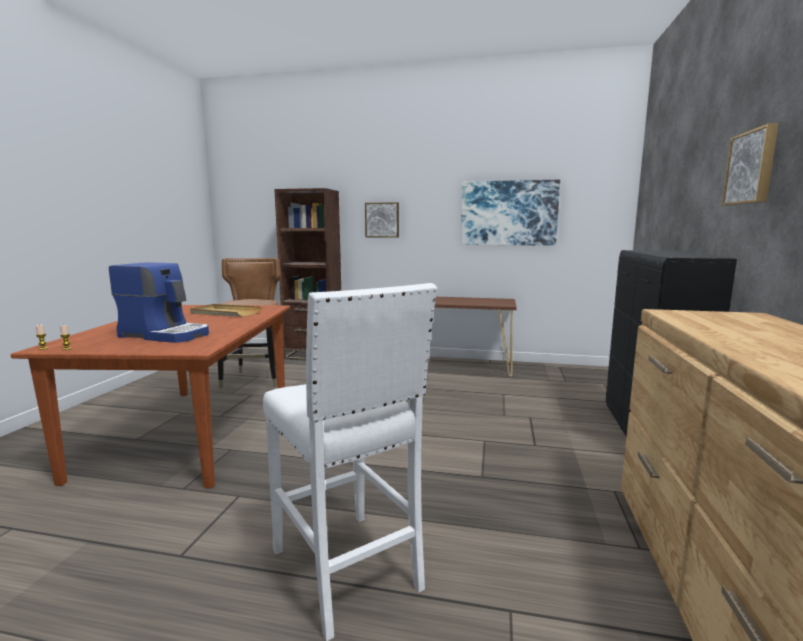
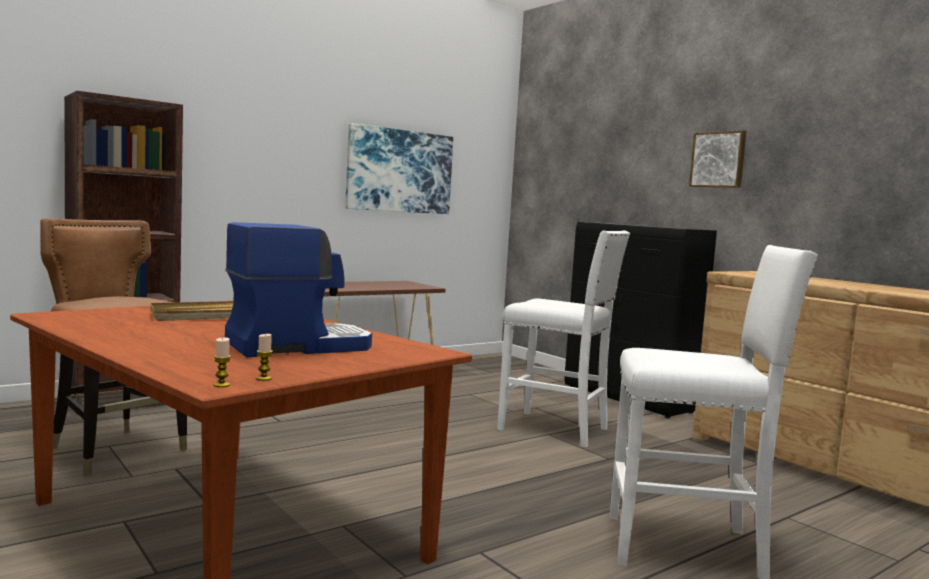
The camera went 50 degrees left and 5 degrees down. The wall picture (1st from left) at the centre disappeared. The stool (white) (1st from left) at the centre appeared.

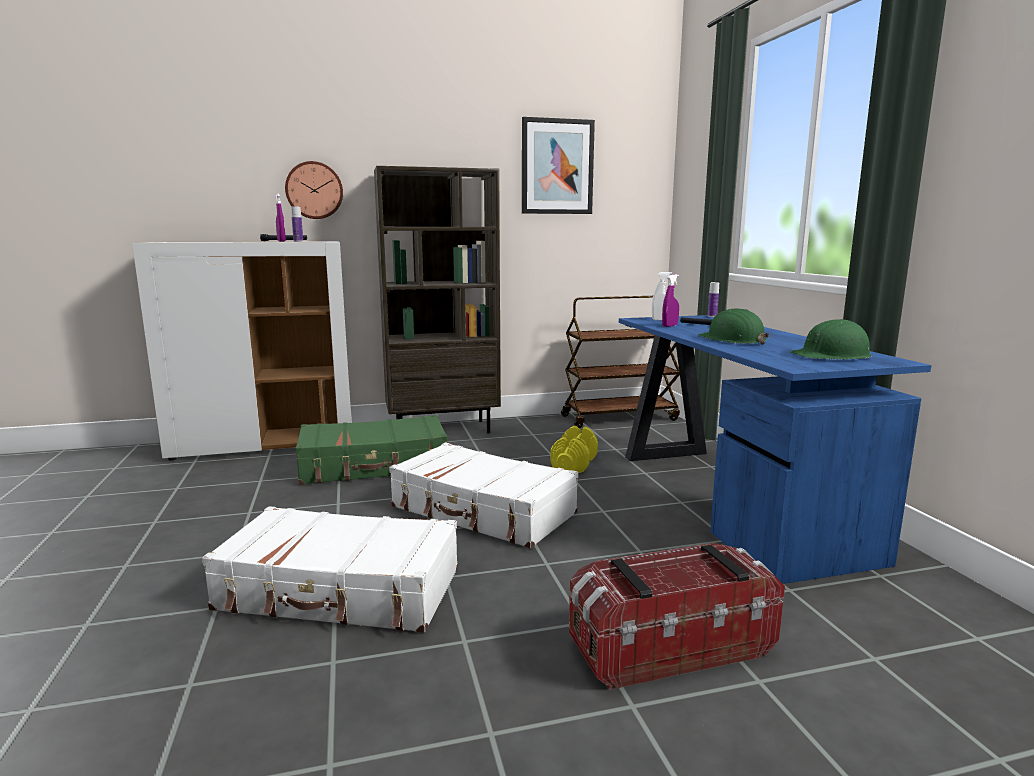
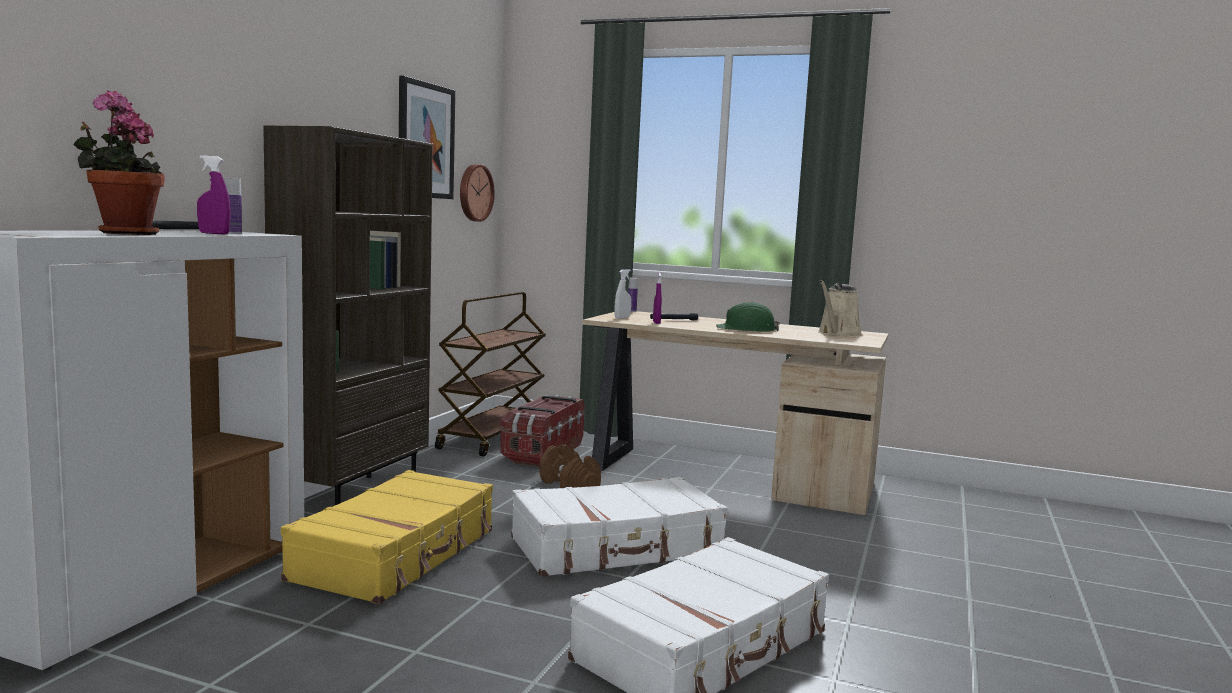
The camera went 55 degrees left and 5 degrees down. The clock on the wall moved from the top left to the top centre. The piece of luggage (green-coloured) at the centre became the piece of luggage (yellow-coloured) at the bottom left. The hand weight (yellow-coloured) at the centre became the hand weight (brownish) at the bottom centre. The storage box moved from the bottom centre to the centre. The desk (blue-coloured) at the middle right became the desk (beige) at the centre. The work helmet (green-coloured) (2nd from left) at the middle right was replaced by the watering can (beige) at the middle right. The potted plant at the top left appeared.

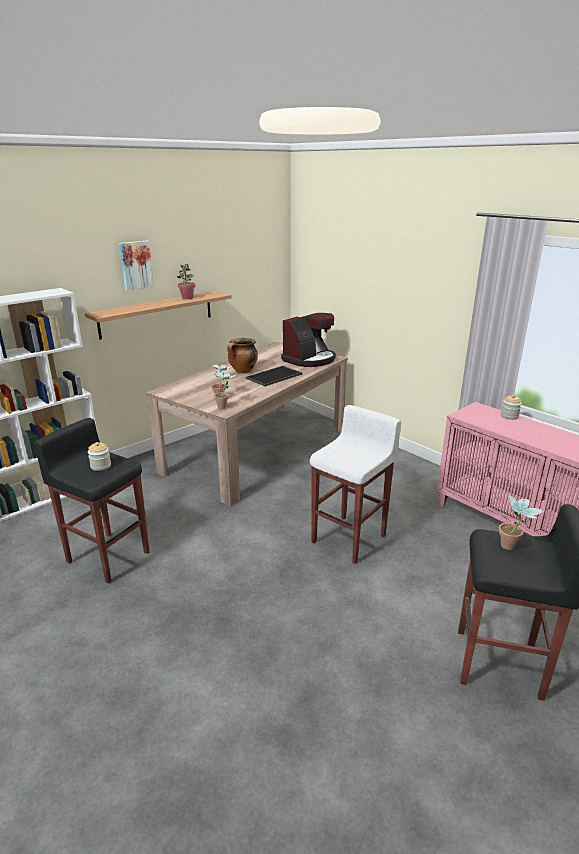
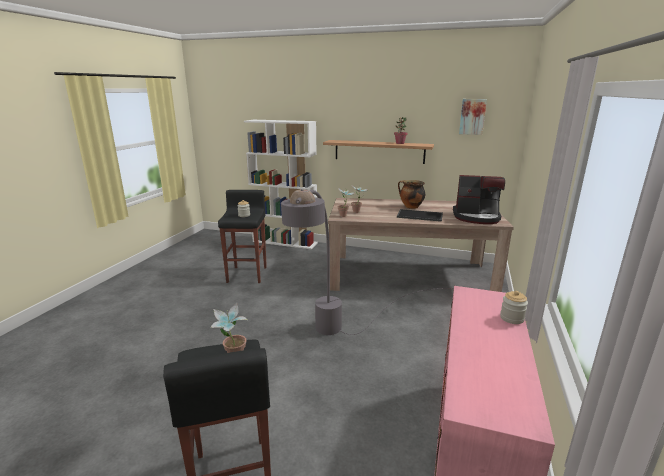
The camera went 60 degrees right and 5 degrees down. The wall picture moved from the top left to the top right. The stool (white) at the centre was replaced by the floor lamp (greyish) at the centre.

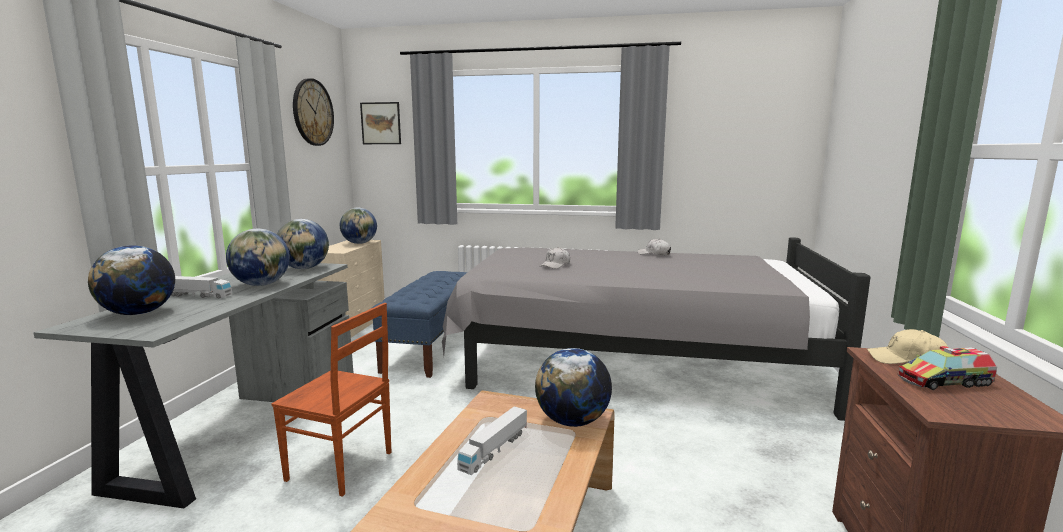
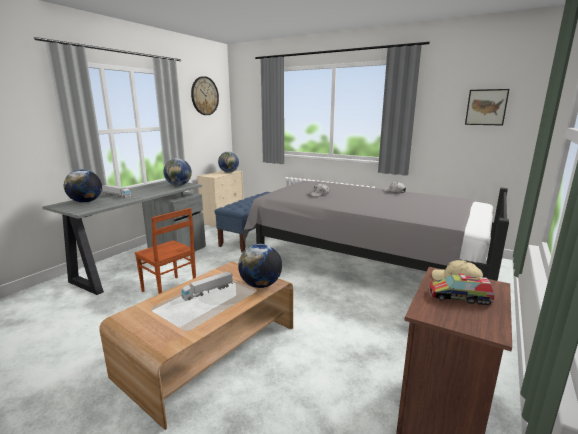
The camera went 20 degrees right and 5 degrees up. The world globe (2nd from left) at the middle left disappeared. The wall picture moved from the top centre to the top right.

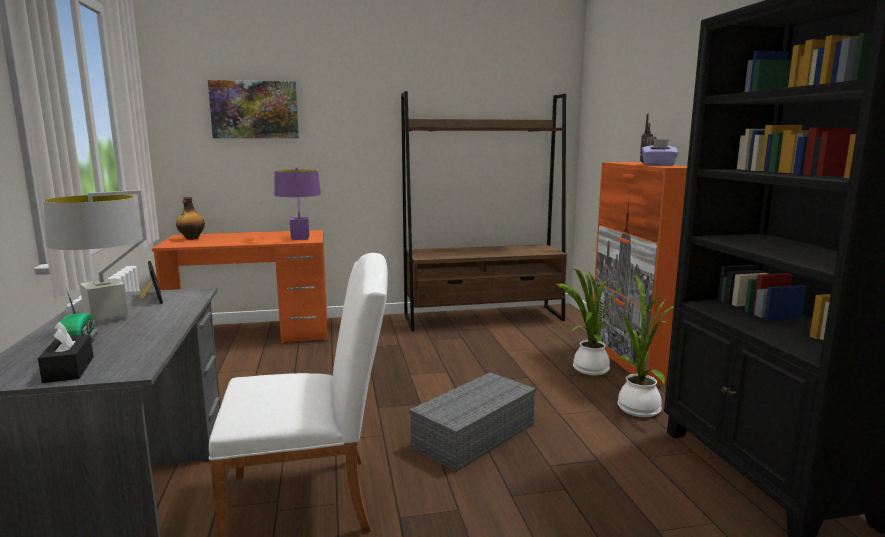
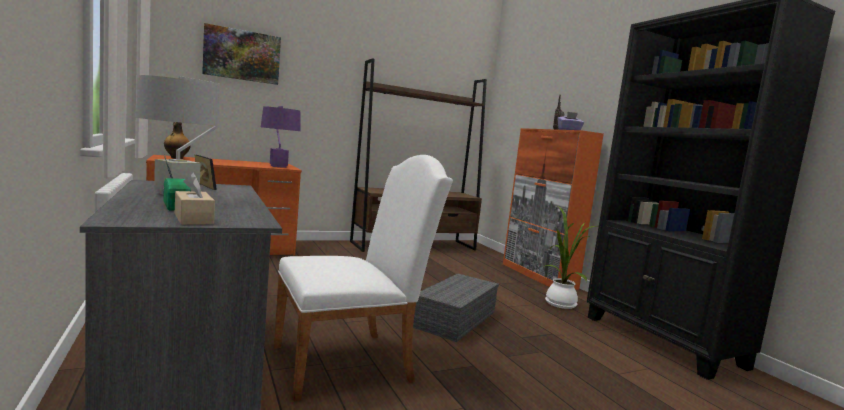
The camera went 15 degrees left and 5 degrees down. The tissue box (blackish) at the middle left became the tissue box (beige) at the middle left. The potted plant (1st from left) at the centre disappeared.

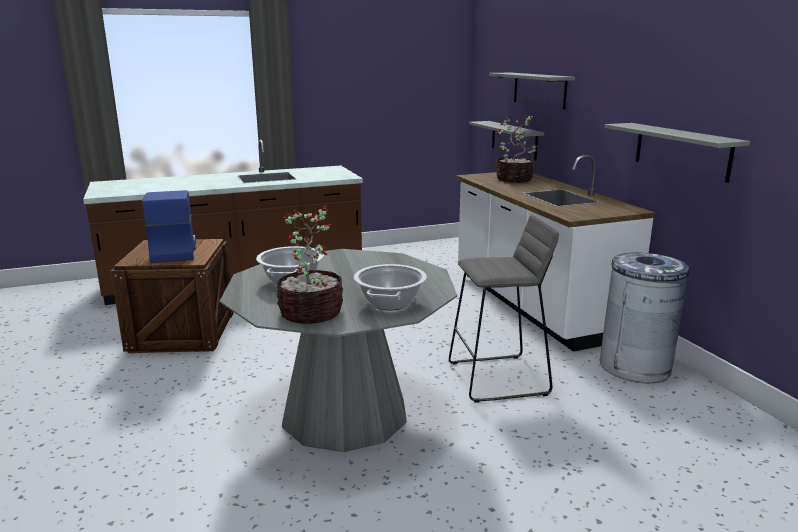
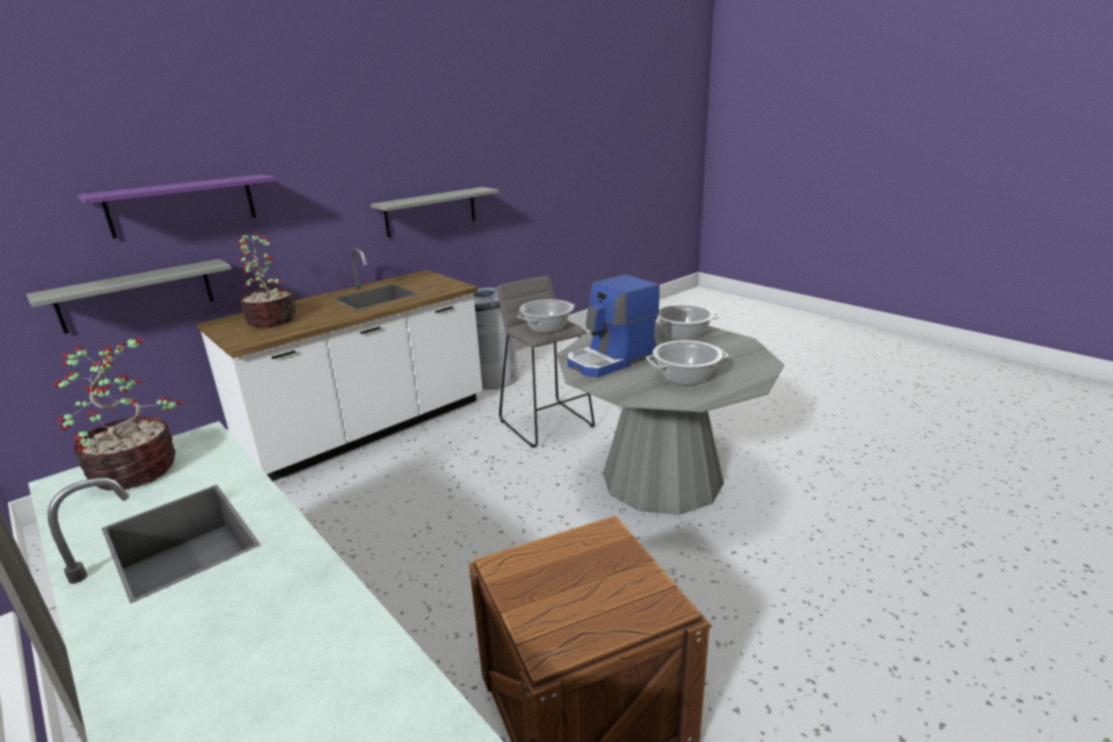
The camera went 110 degrees left and 5 degrees up. The coffee maker moved from the middle left to the centre. The potted plant (1st from left) moved from the centre to the middle left. The bracket shelf (greyish) (2nd from left) at the top right became the bracket shelf (purplish) at the top left. The stockpot (1st from left) at the centre appeared.

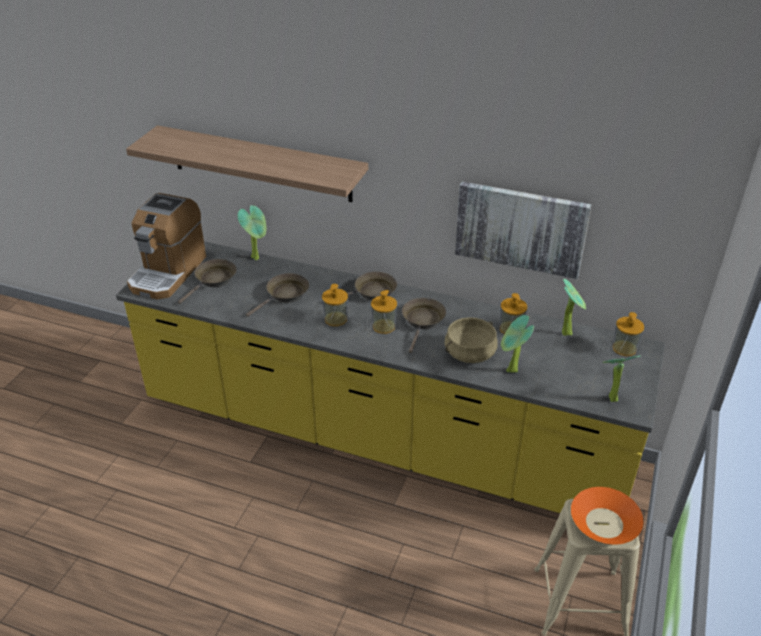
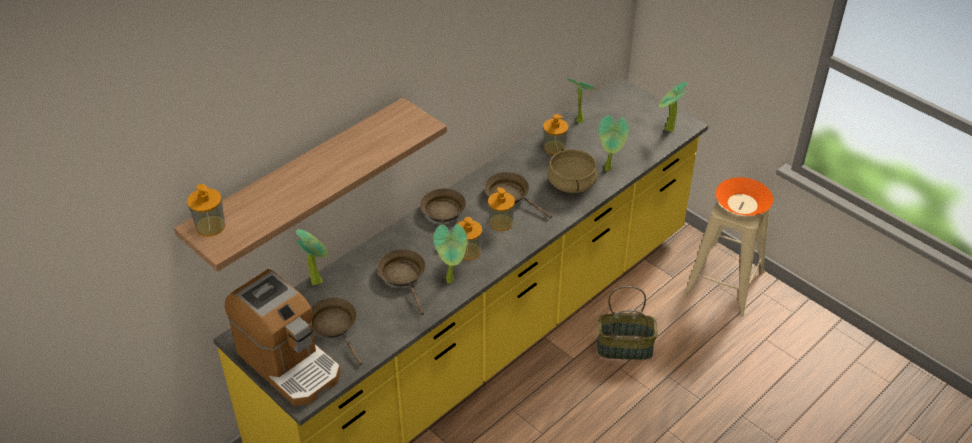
The camera went 65 degrees left and 5 degrees up. The wall picture at the middle right disappeared. The liquid soap bottle (4th from left in the first image) moved from the middle right to the middle left. The potted plant (2nd from left) at the centre appeared. The basket at the bottom centre appeared.

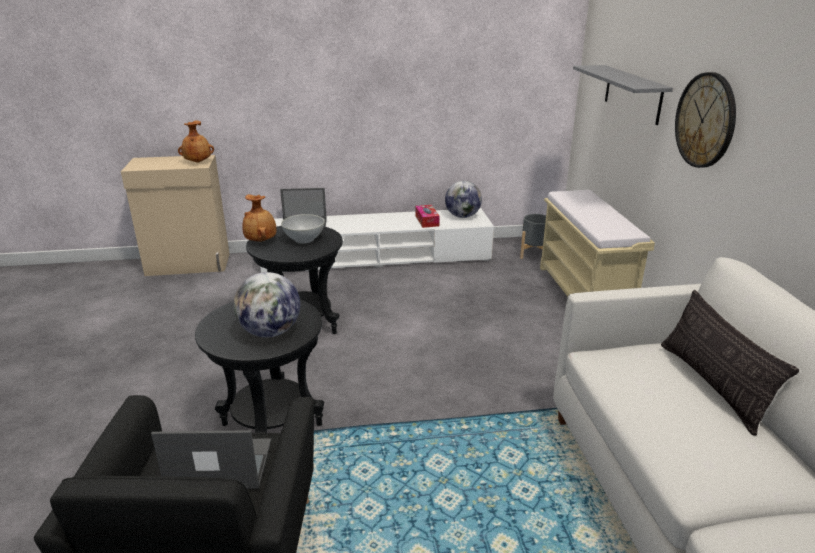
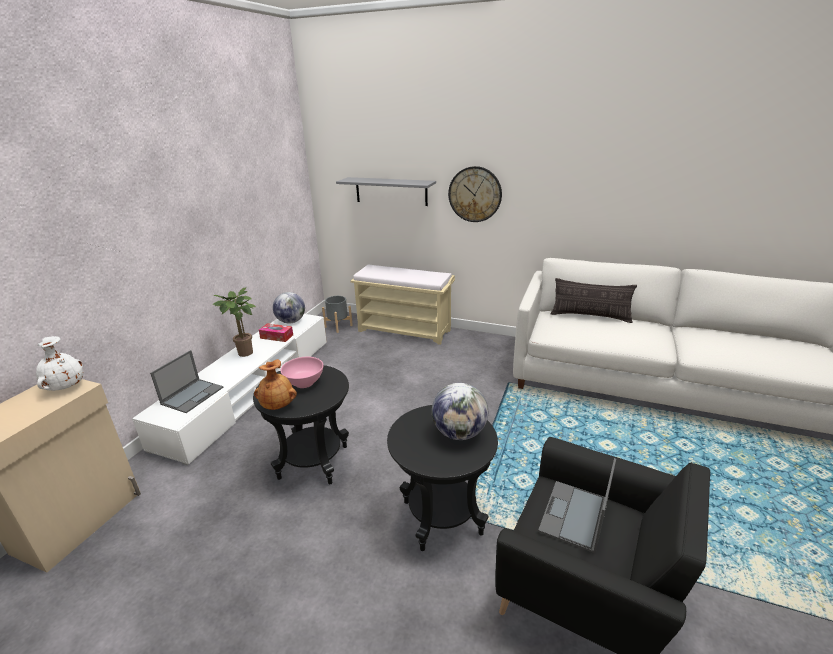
The camera went 60 degrees left and 0 degrees up. The decorative vase (brownish) (1st from left) at the top left became the decorative vase (white) at the middle left. The bowl (white) at the centre became the bowl (pink-coloured) at the centre. The potted plant at the middle left appeared.

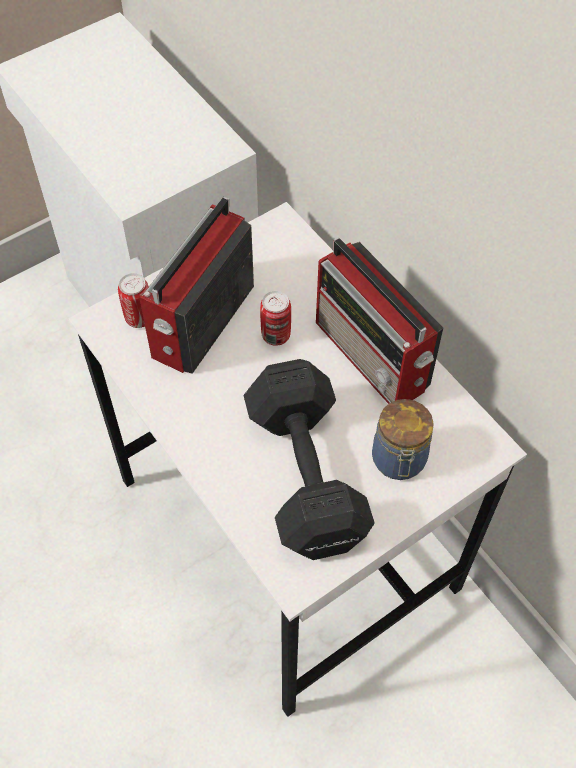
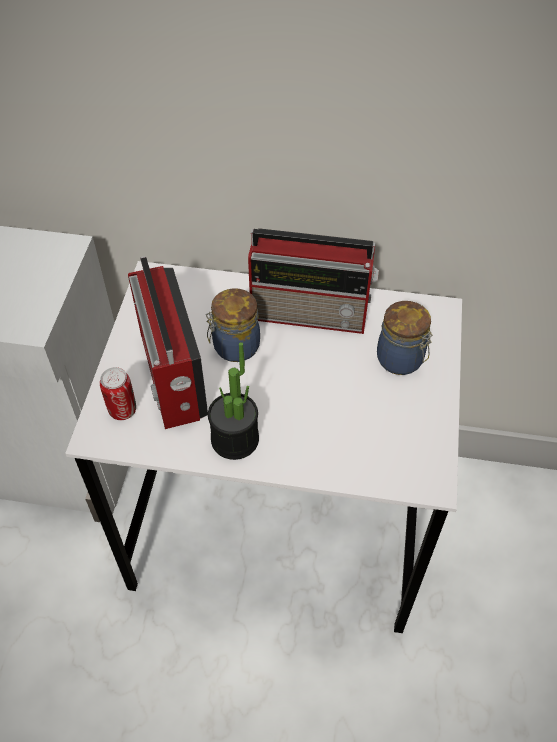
The camera went 45 degrees left and 5 degrees down. The hand weight (blackish) at the centre disappeared. The metal can (2nd from left) at the centre was replaced by the preserve jar (1st from left) at the centre. The potted plant at the centre appeared.

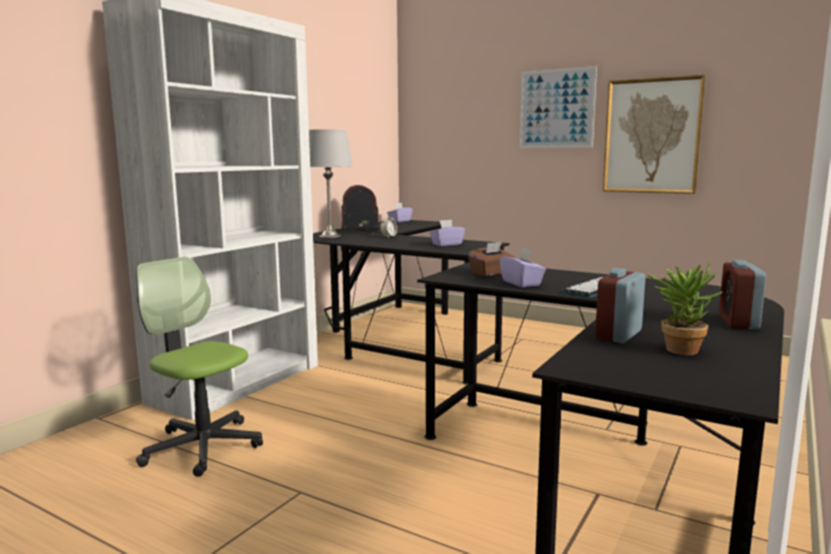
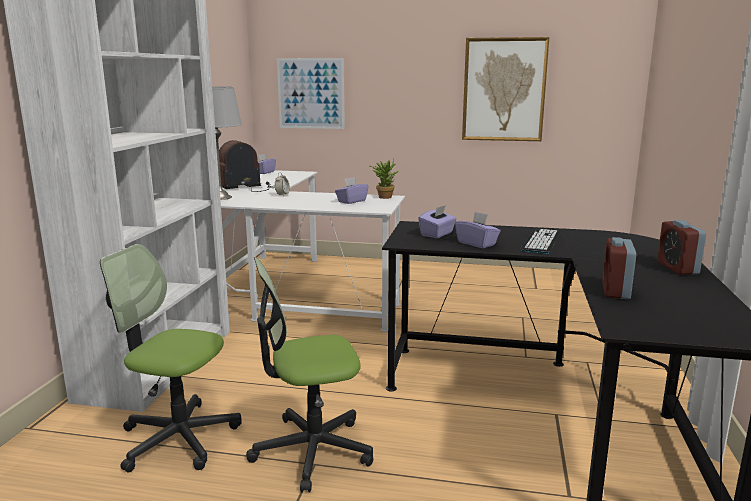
The camera went 20 degrees left and 5 degrees up. The desk (blackish) (1st from left) at the centre became the desk (white) at the centre. The tissue box (brownish) at the centre became the tissue box (purplish) (3rd from left) at the centre. The wall picture (1st from left) moved from the top right to the top centre. The potted plant moved from the middle right to the centre. The office chair (2nd from left) at the bottom centre appeared.

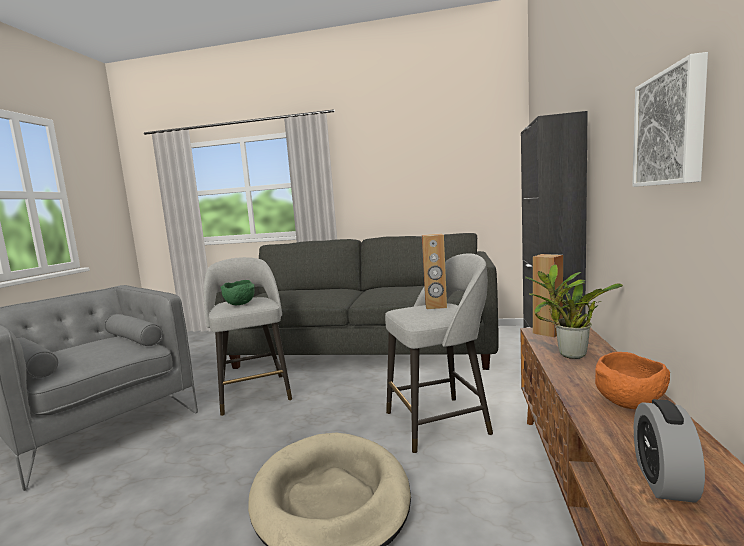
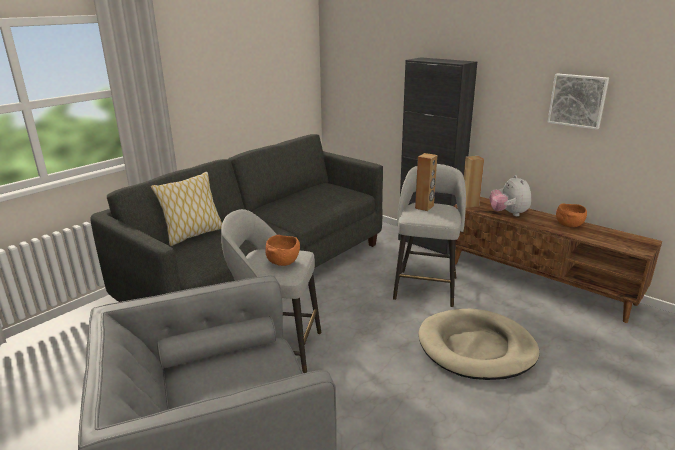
The camera went 60 degrees left and 15 degrees up. The bowl (green-coloured) at the middle left became the bowl (orange-coloured) (1st from left) at the centre. The potted plant at the middle right was replaced by the soft toy at the middle right. The table clock at the bottom right disappeared. The cushion at the middle left appeared.

